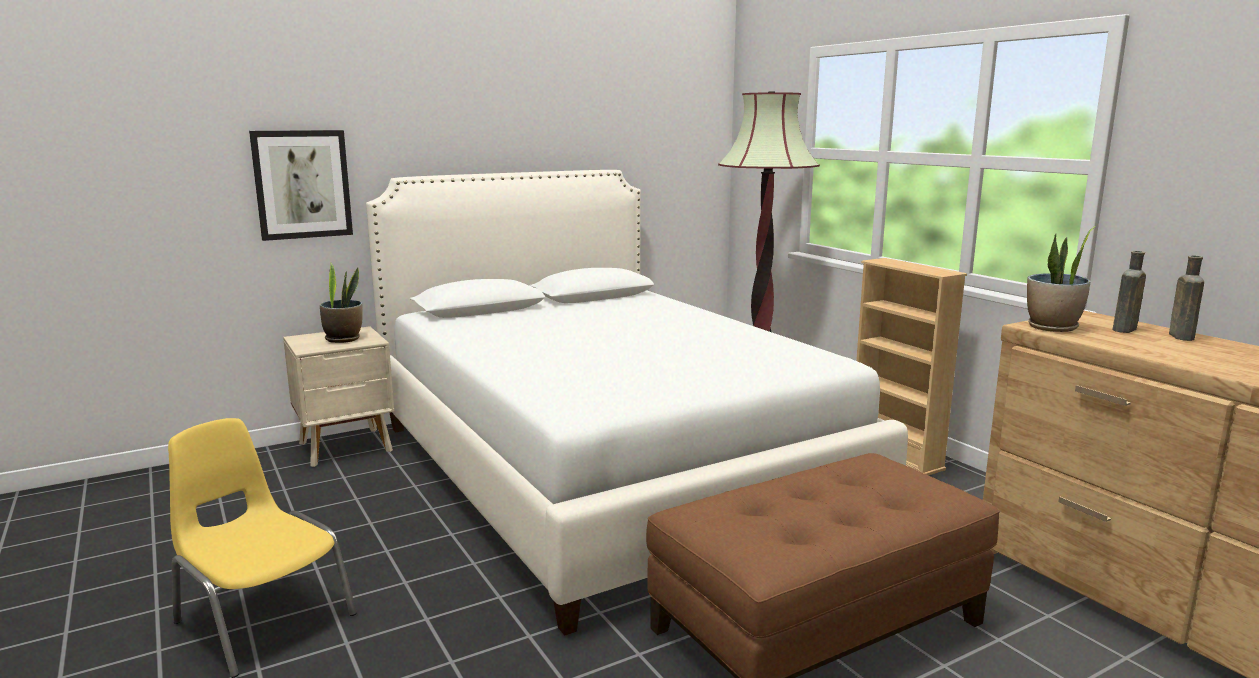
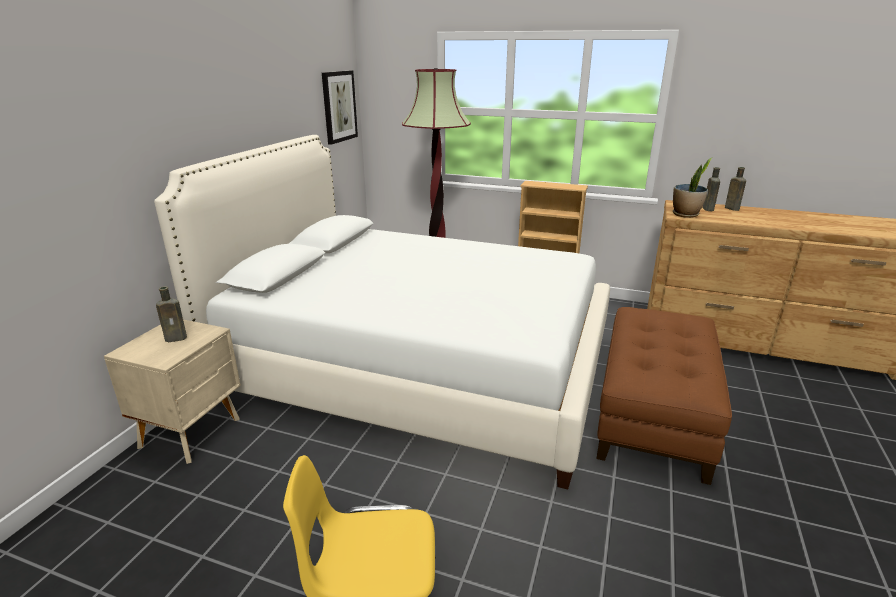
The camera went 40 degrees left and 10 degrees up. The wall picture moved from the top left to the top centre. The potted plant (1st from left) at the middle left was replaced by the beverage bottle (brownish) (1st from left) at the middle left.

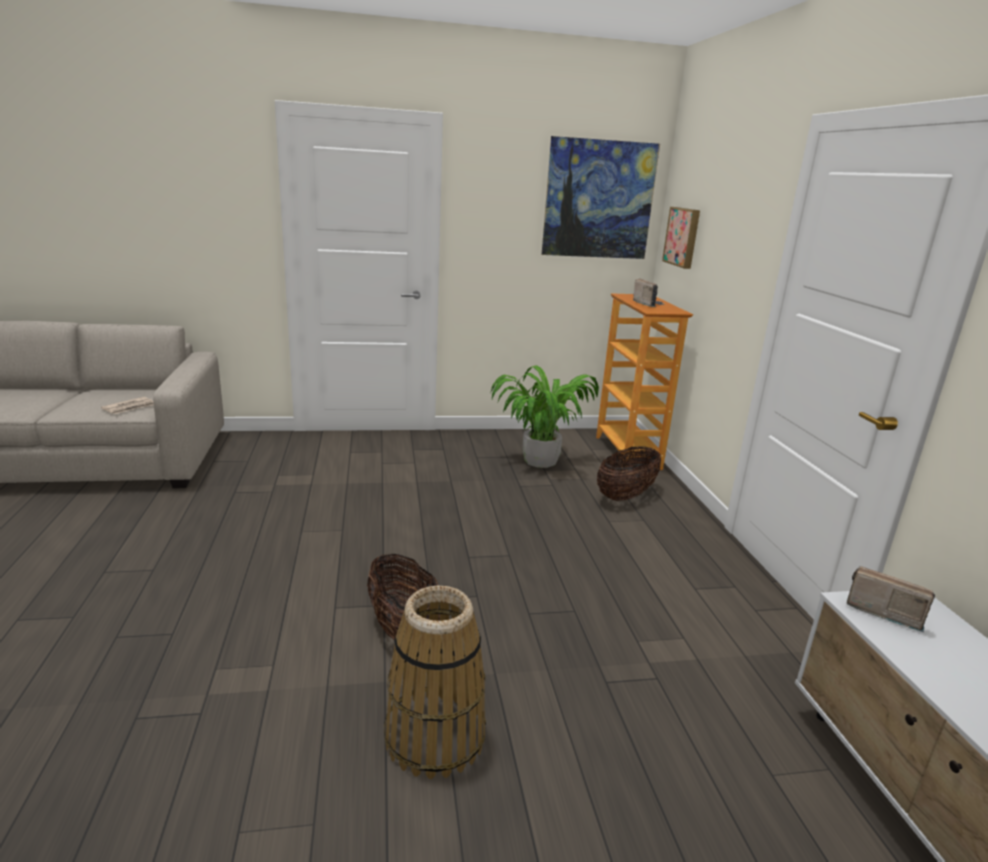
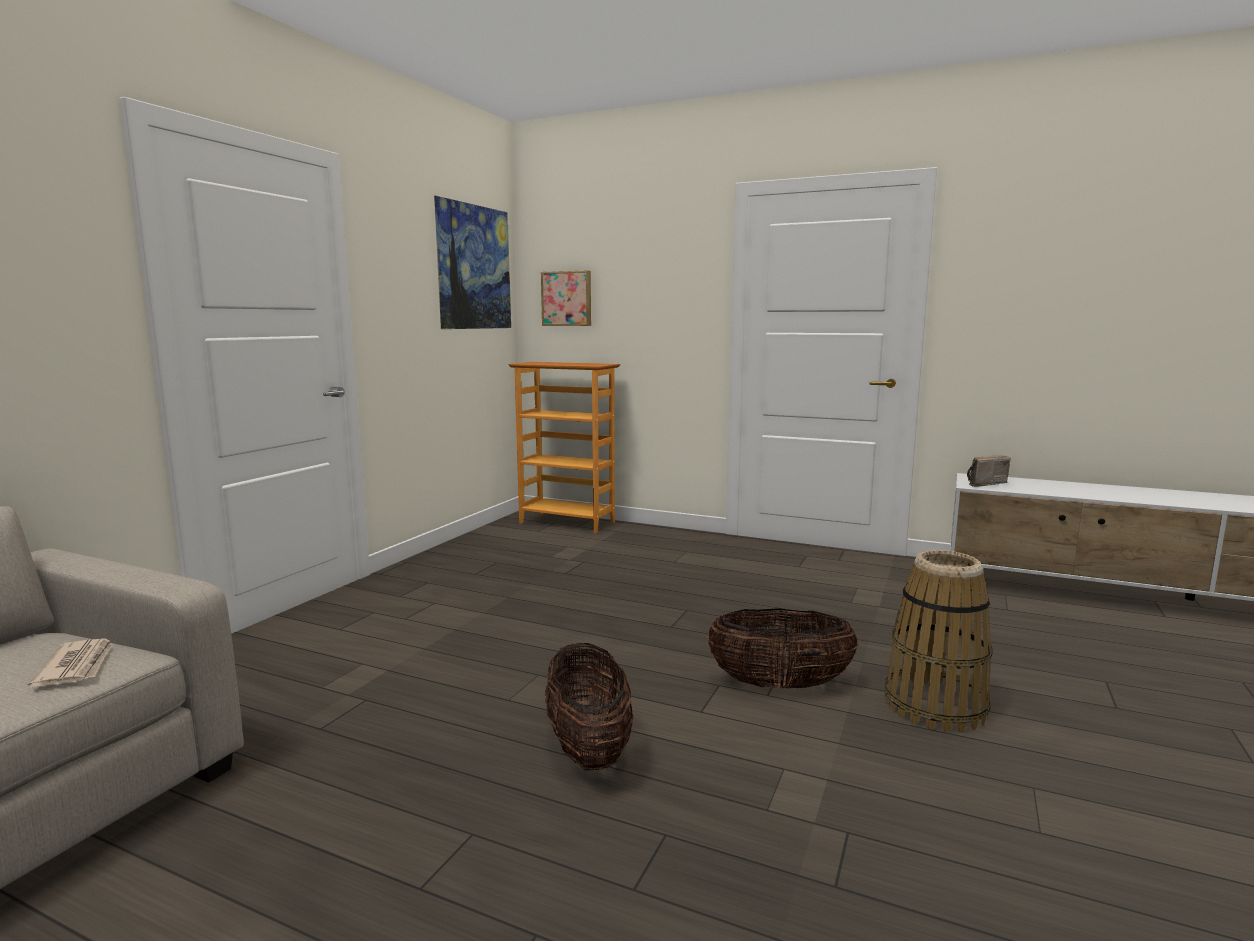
The camera went 55 degrees left and 10 degrees down. The potted plant at the centre disappeared. The basket (3rd from left in the first image) moved from the centre to the bottom centre. The radio set (1st from left) at the centre disappeared.

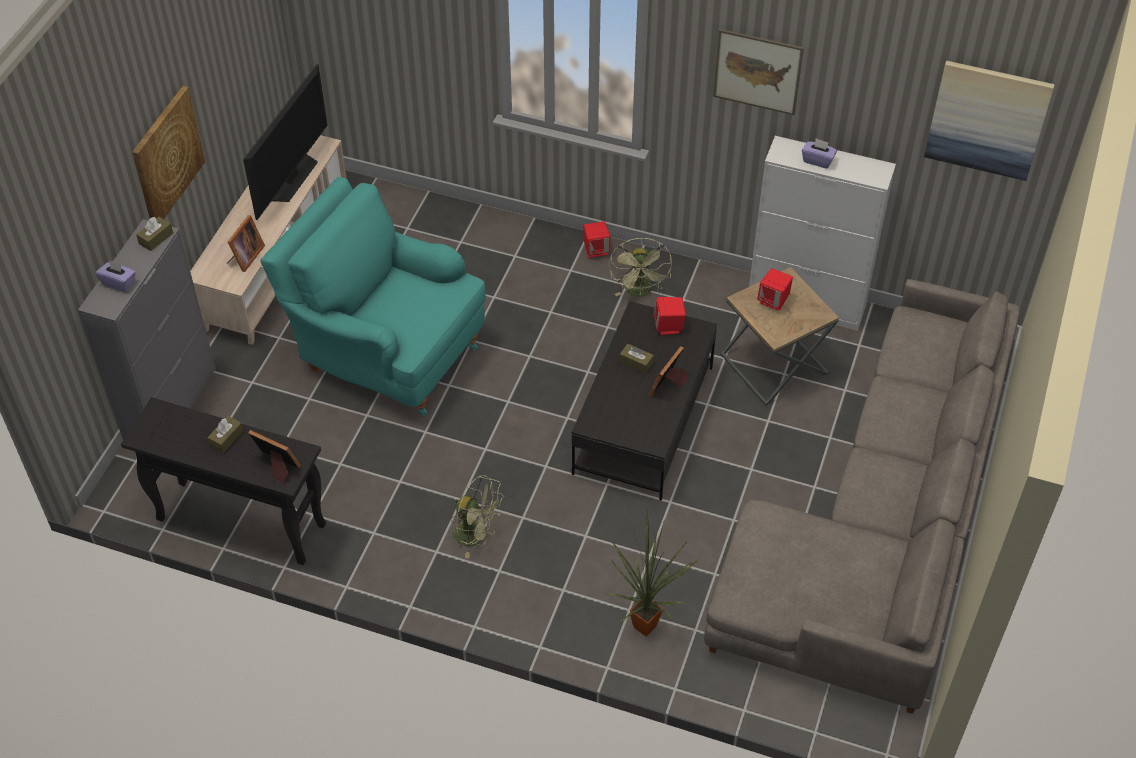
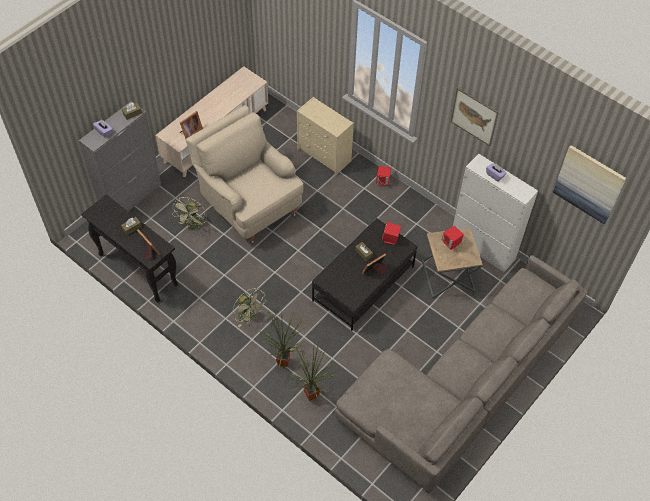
The camera went 20 degrees right and 5 degrees up. The wall picture (1st from left) at the top left disappeared. The television at the top left disappeared. The armchair (turquoise) at the middle left became the armchair (beige) at the centre. The electric fan (green-coloured) (2nd from left in the first image) moved from the centre to the middle left. The potted plant (1st from left) at the bottom centre appeared. The chest of drawers (beige) at the top centre appeared.

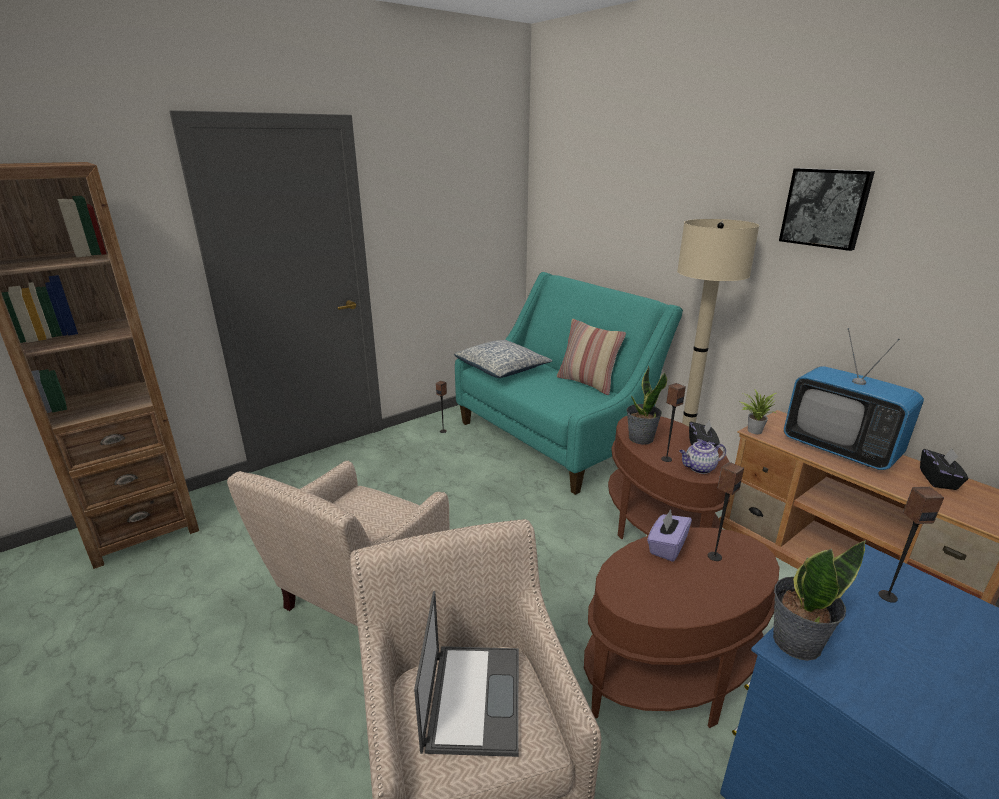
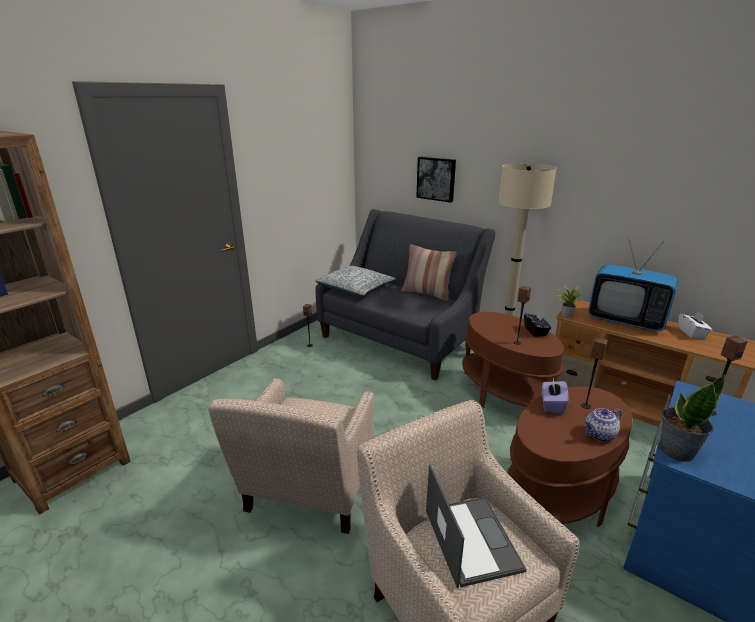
The camera went 15 degrees left and 0 degrees up. The settee (turquoise) at the centre became the settee (greyish) at the centre. The potted plant (1st from left) at the centre disappeared. The teapot moved from the middle right to the bottom right. The wall picture moved from the top right to the top centre. The tissue box (blackish) (2nd from left) at the middle right became the tissue box (white) at the middle right.

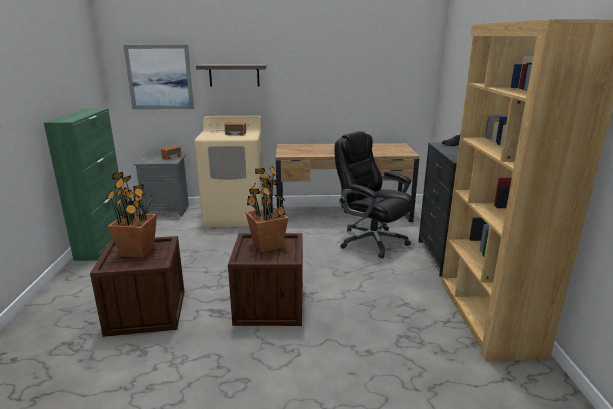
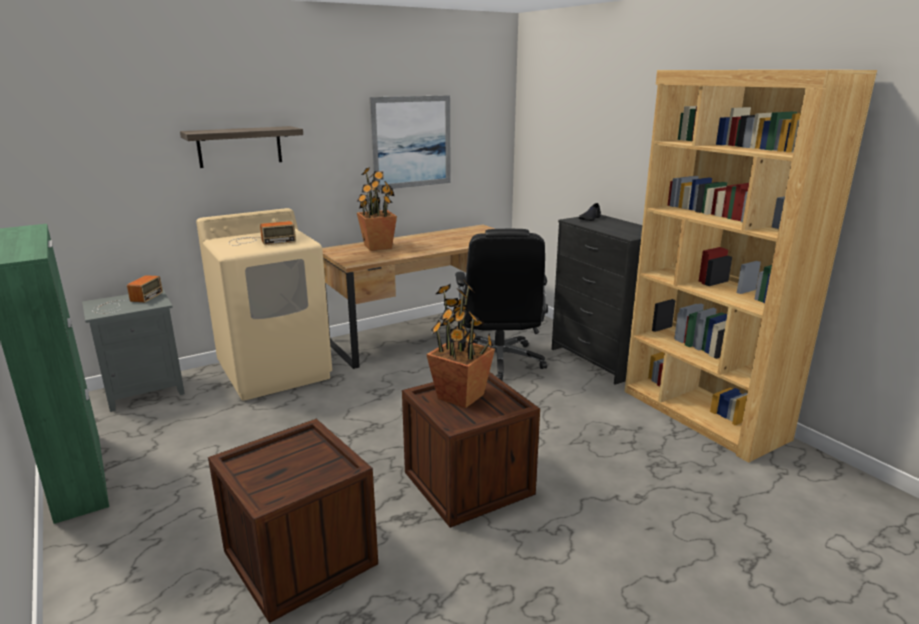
The camera went 30 degrees left and 0 degrees up. The potted plant (1st from left) moved from the middle left to the centre. The wall picture moved from the top left to the top centre. The office chair (blackish) at the centre turned 105 degrees counterclockwise.

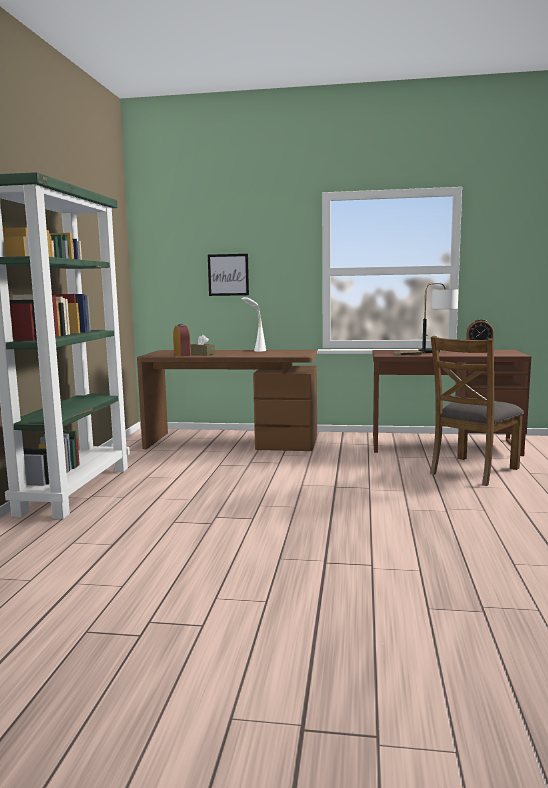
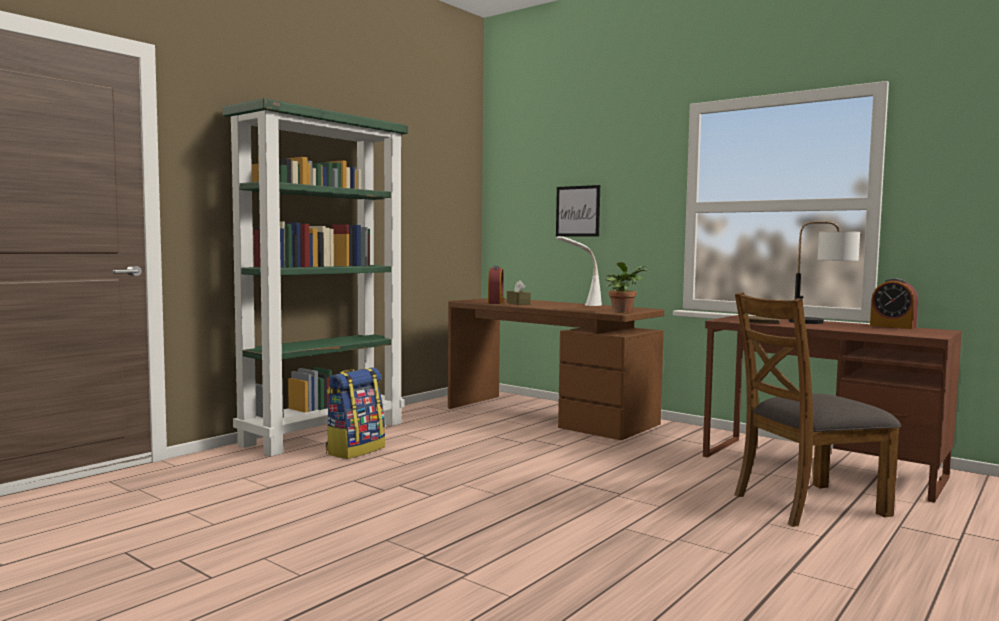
The camera went 30 degrees right and 5 degrees down. The rucksack at the centre appeared. The potted plant at the centre appeared.

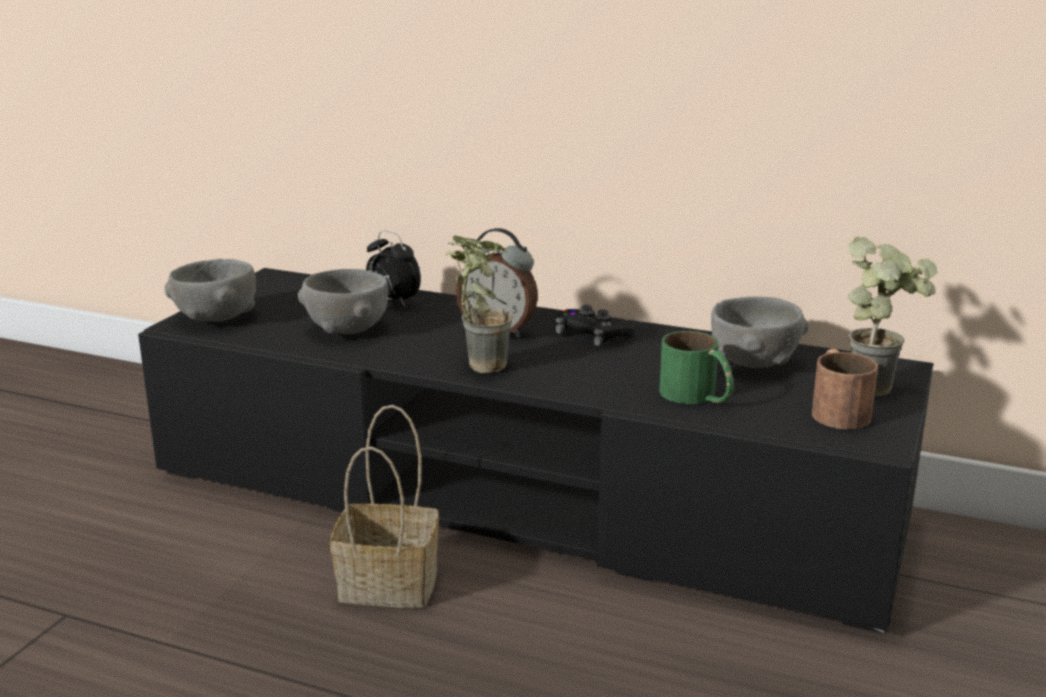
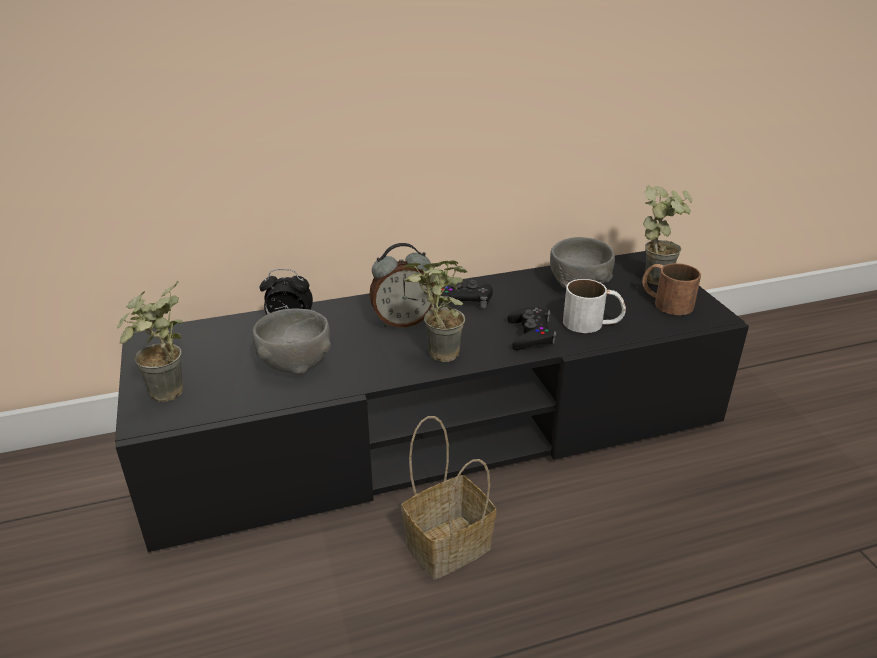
The camera went 40 degrees left and 10 degrees up. The bowl (greyish) (1st from left) at the middle left was replaced by the potted plant (1st from left) at the middle left. The tea mug (green-coloured) at the centre became the tea mug (white) at the middle right. The game controller (blackish) (2nd from left) at the centre appeared.

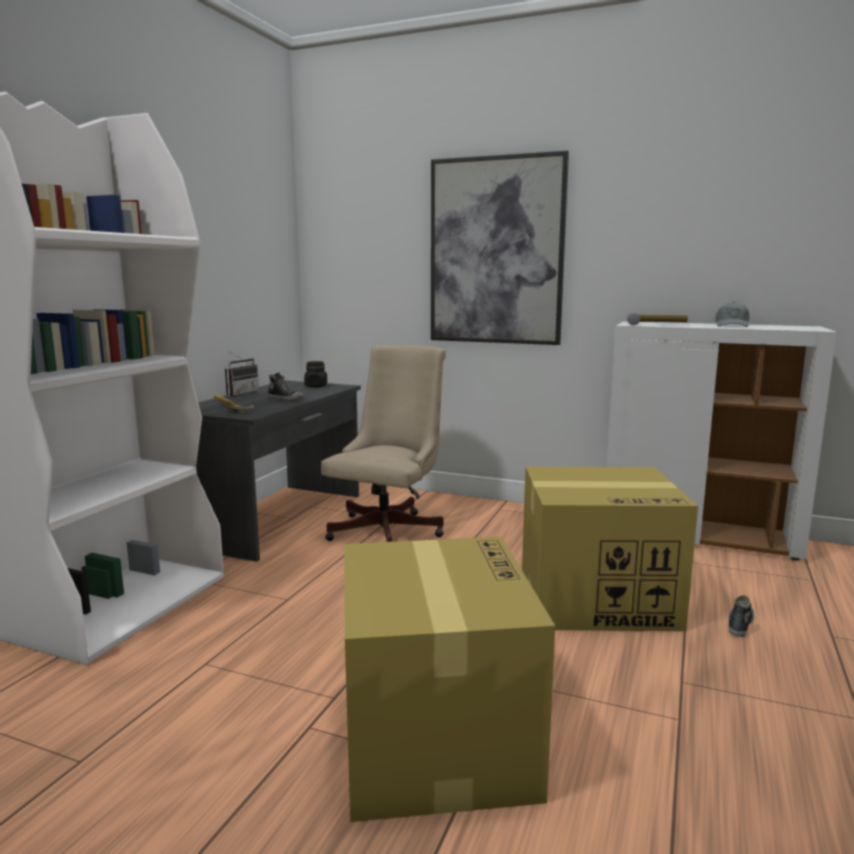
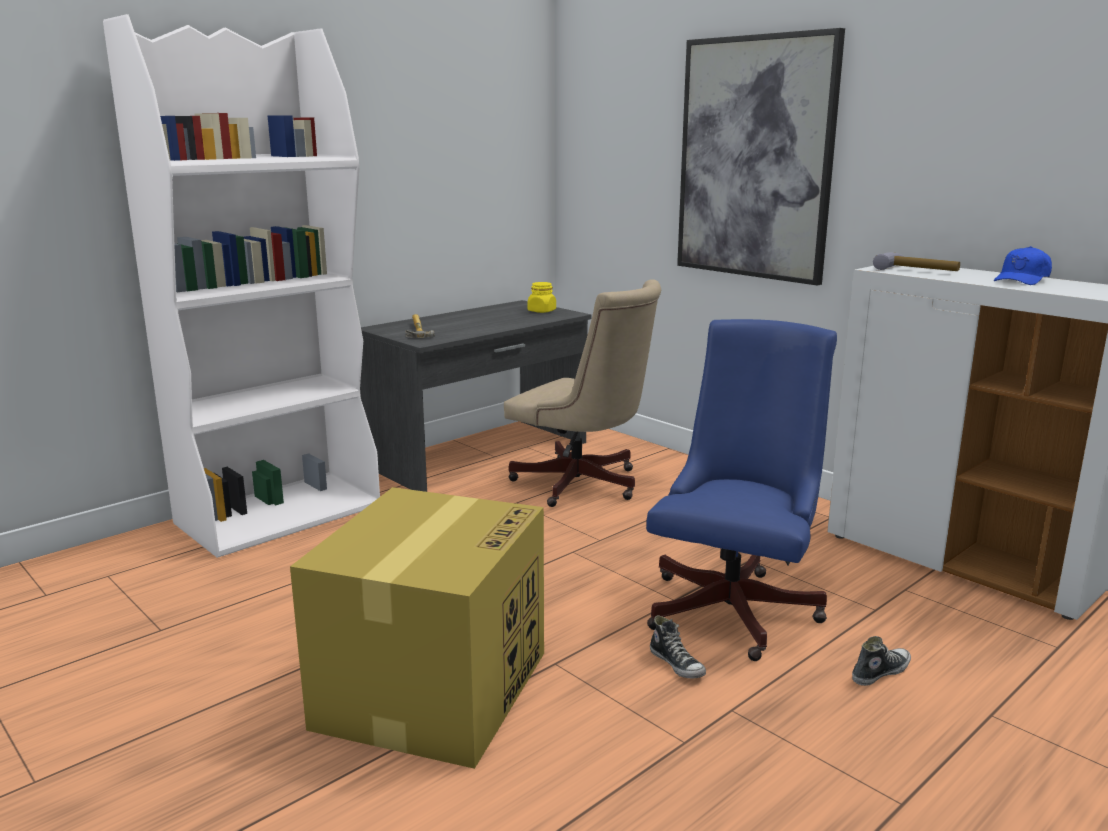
The camera went 25 degrees right and 5 degrees up. The radio set at the middle left disappeared. The item of footwear (1st from left) moved from the centre to the bottom centre. The preserve jar (blackish) at the centre became the preserve jar (yellow-coloured) at the centre. The office chair (beige) at the centre turned 75 degrees clockwise. The cardboard box (2nd from left) at the middle right was replaced by the office chair (blue-coloured) at the middle right. The baseball cap (greyish) at the middle right became the baseball cap (blue-coloured) at the top right.

